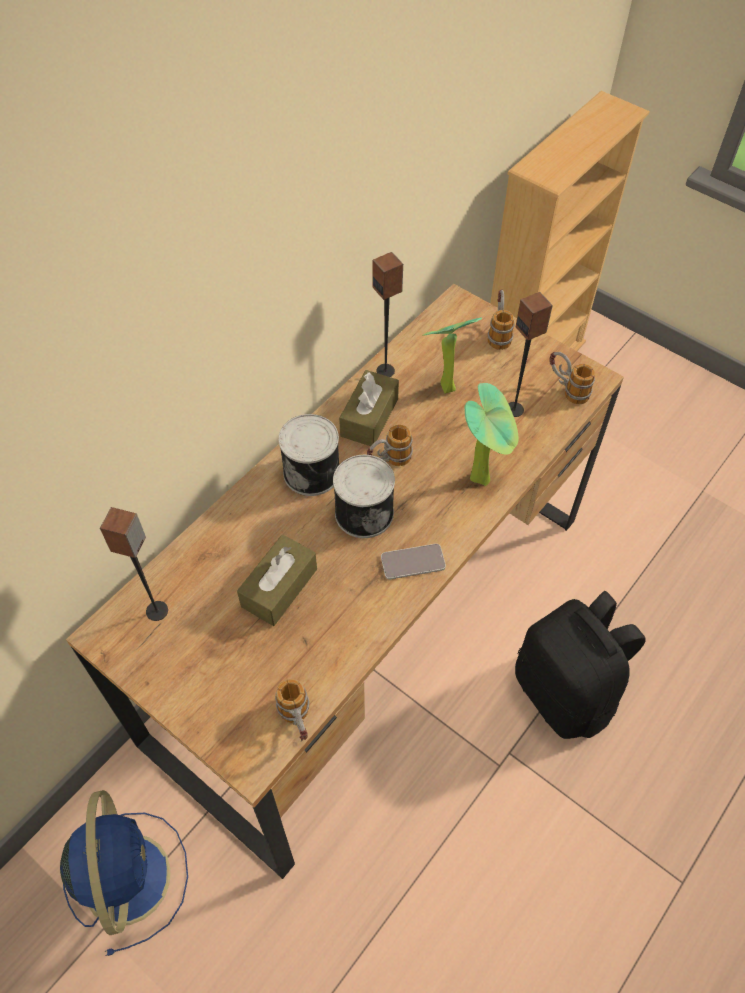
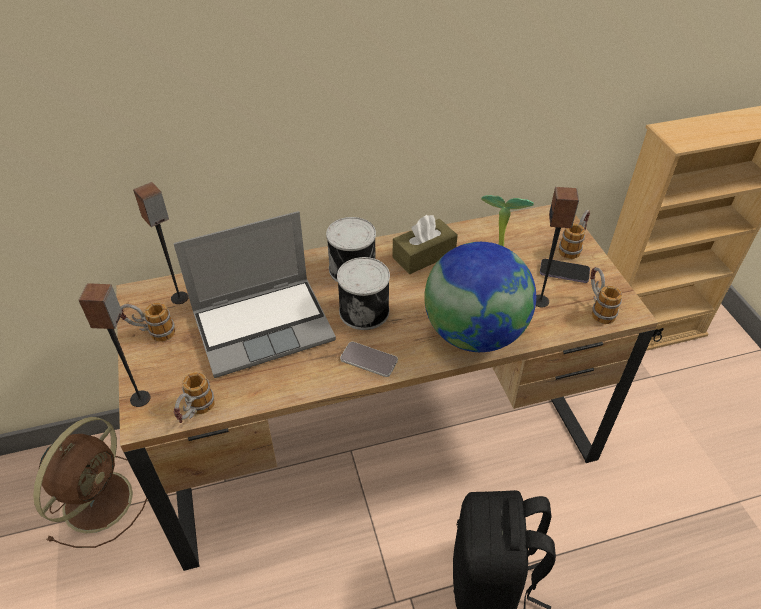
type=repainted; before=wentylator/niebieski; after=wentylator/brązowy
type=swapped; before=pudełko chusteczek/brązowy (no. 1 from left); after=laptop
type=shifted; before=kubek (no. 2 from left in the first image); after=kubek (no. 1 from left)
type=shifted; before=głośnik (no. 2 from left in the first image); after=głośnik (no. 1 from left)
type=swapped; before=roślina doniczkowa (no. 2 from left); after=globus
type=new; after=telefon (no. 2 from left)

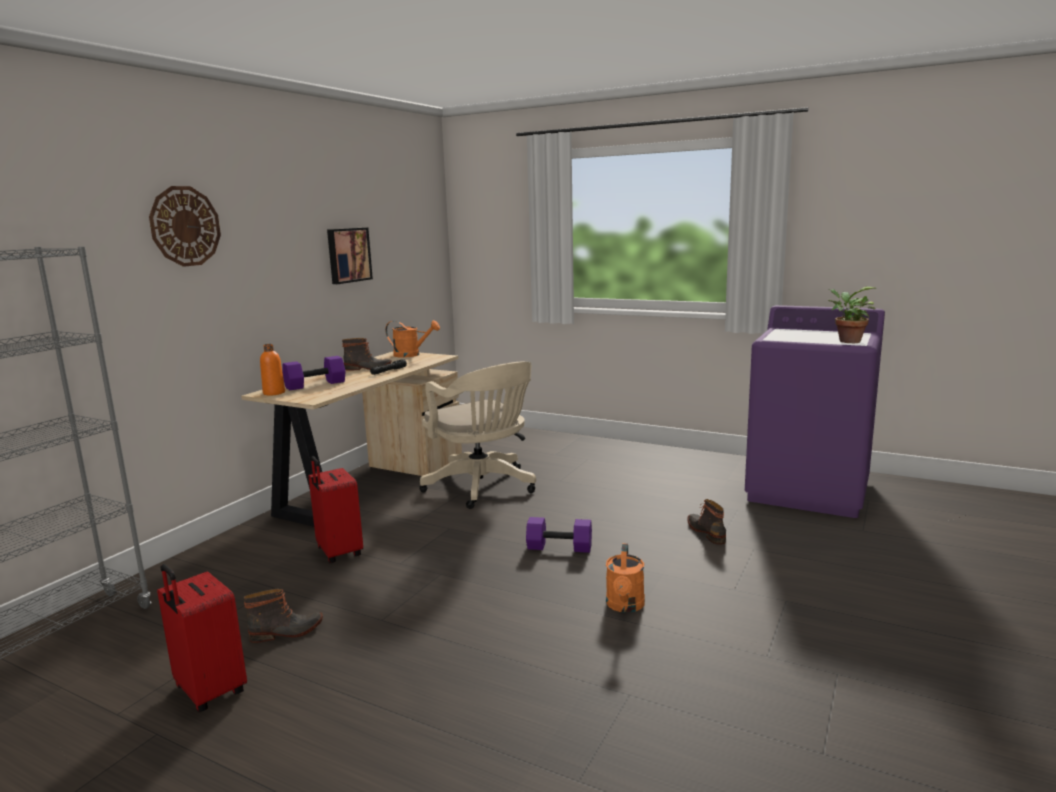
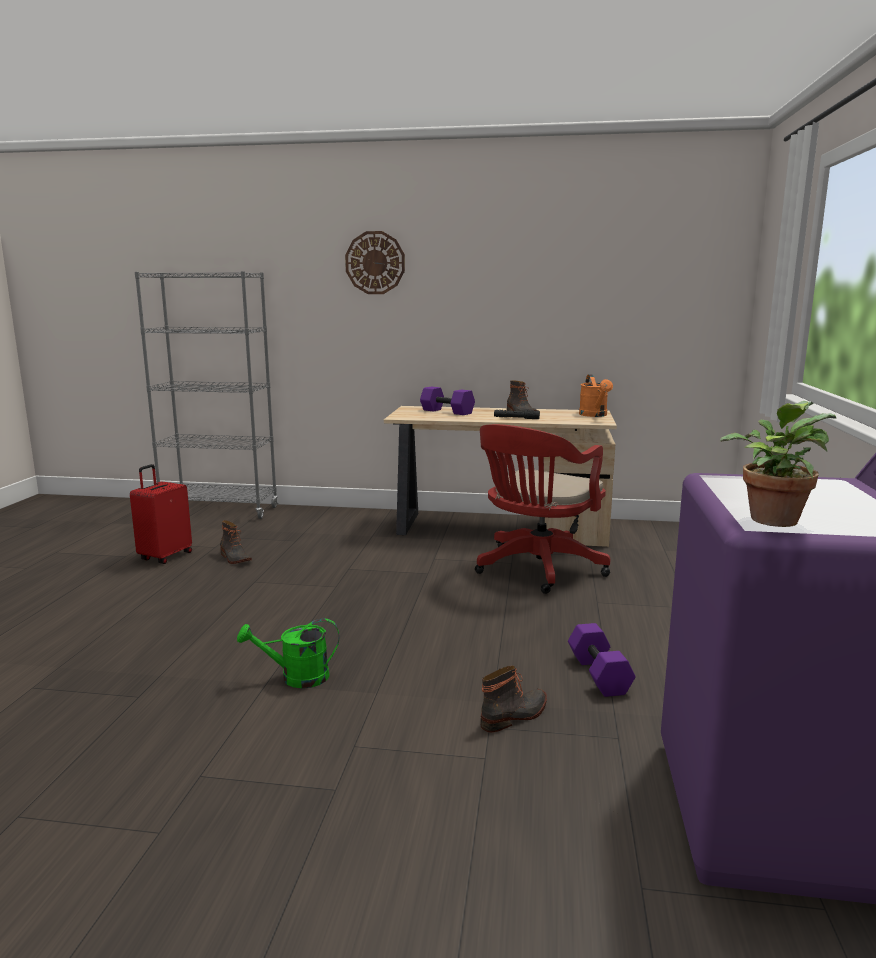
type=gone; before=butelka/pomarańczowy
type=gone; before=walizka/czerwony (no. 2 from left)
type=gone; before=obraz
type=repainted; before=krzesło biurowe/beżowy; after=krzesło biurowe/czerwony
type=shifted; before=hantel/fioletowy (no. 2 from left)
type=repainted; before=konewka/pomarańczowy (no. 2 from left); after=konewka/zielony

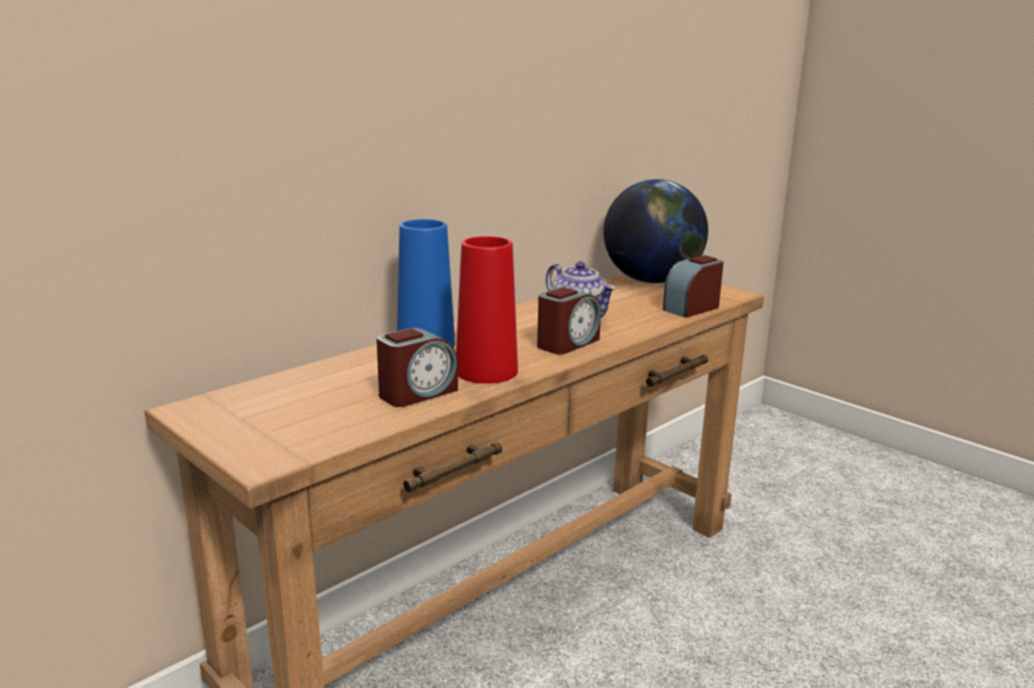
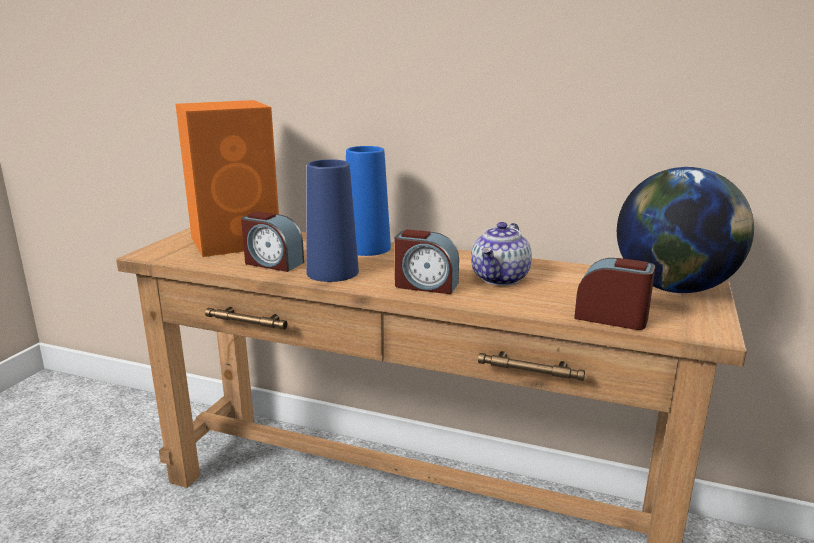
type=repainted; before=wazon/czerwony; after=wazon/niebieski (no. 1 from left)
type=new; after=głośnik/pomarańczowy

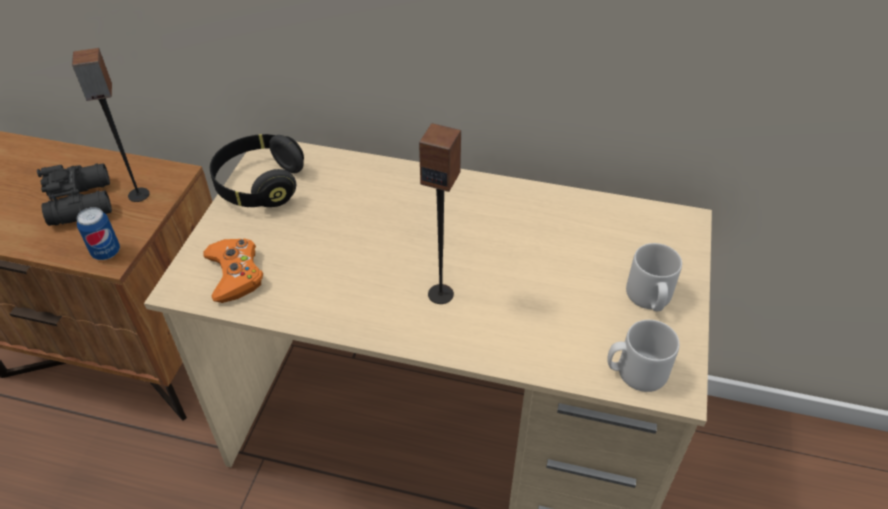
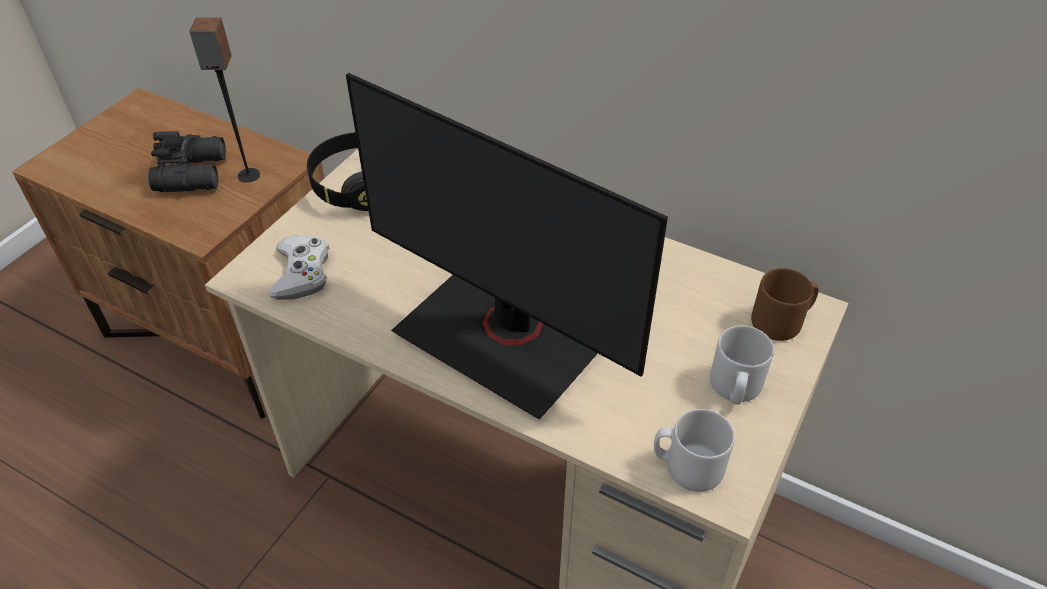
type=gone; before=puszka
type=repainted; before=pad do gier/pomarańczowy; after=pad do gier/biały
type=swapped; before=głośnik (no. 2 from left); after=monitor
type=new; after=kubek/brązowy

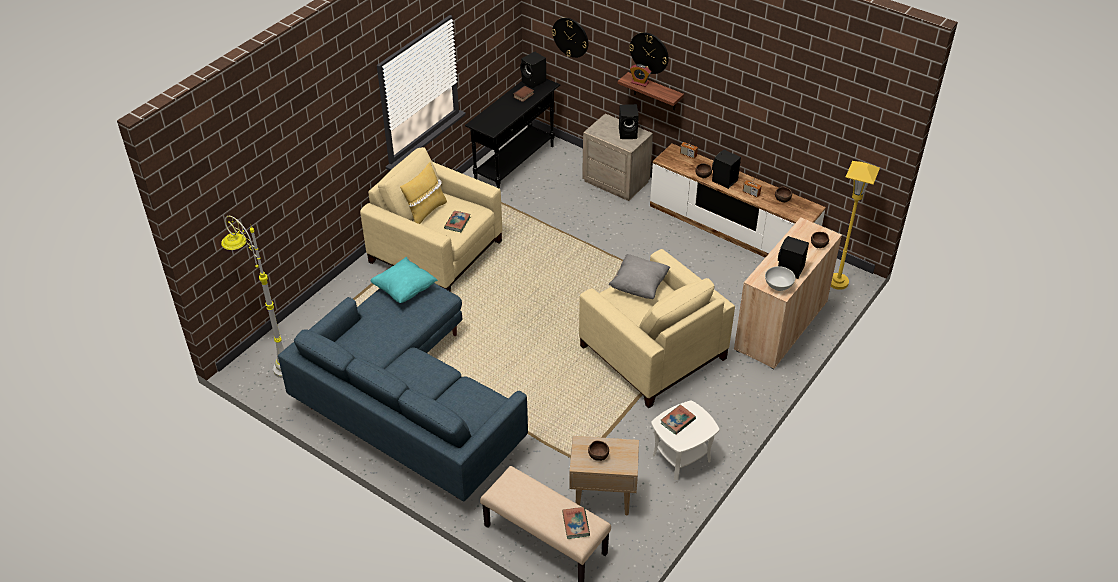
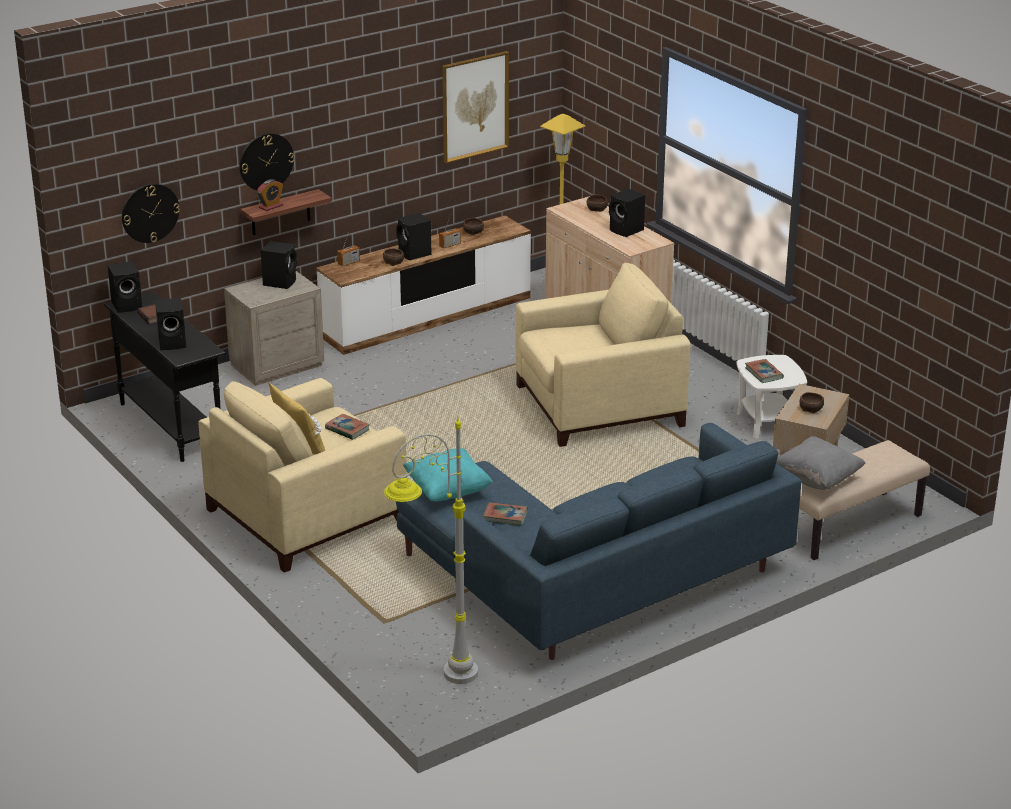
type=shifted; before=książka (no. 3 from left)
type=shifted; before=poduszka/szary
type=gone; before=miska/biały
type=new; after=głośnik/czarny (no. 2 from left)
type=new; after=obraz

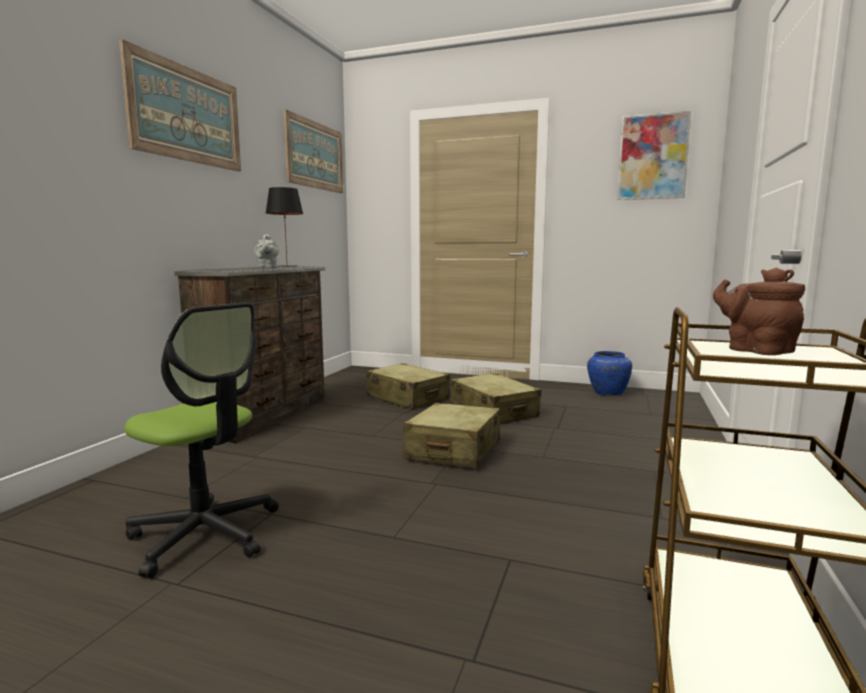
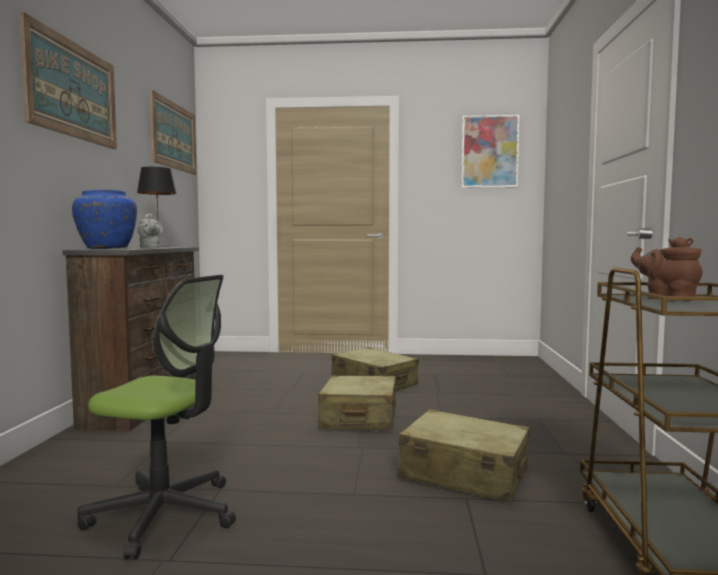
type=shifted; before=walizka/beżowy (no. 1 from left in the first image); after=walizka/beżowy (no. 3 from left)
type=shifted; before=wazon/niebieski

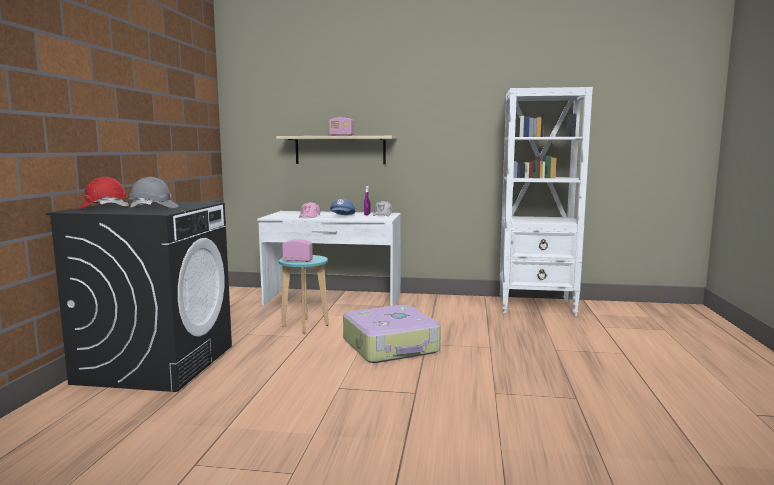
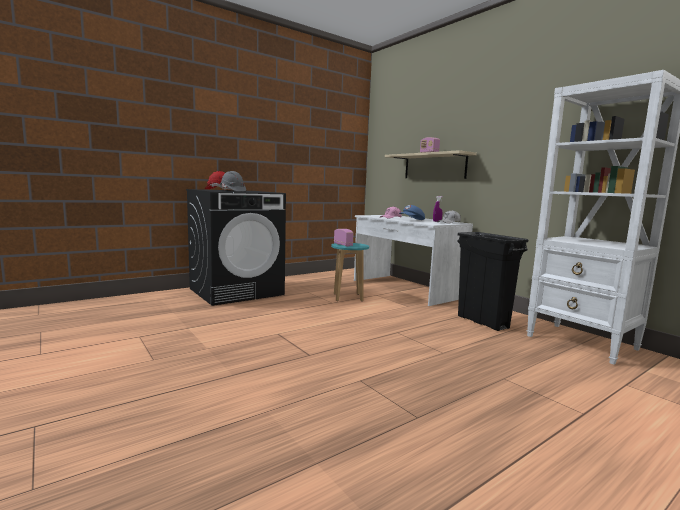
type=gone; before=walizka
type=new; after=kosz na śmieci/czarny

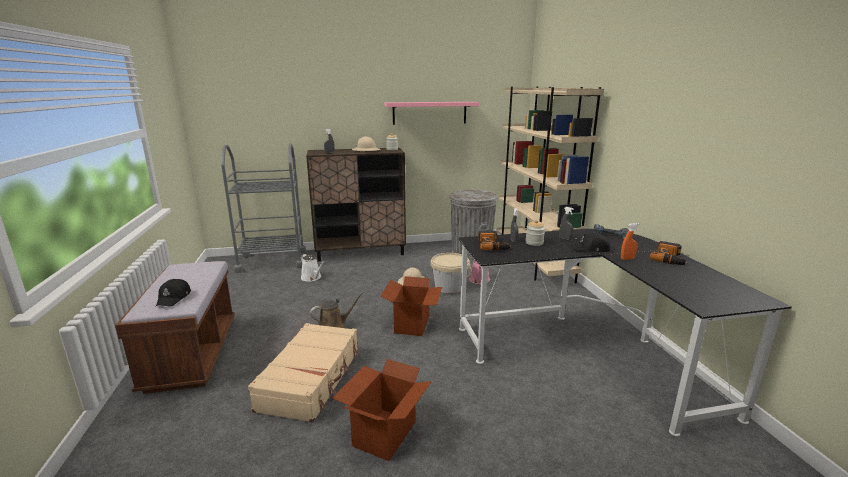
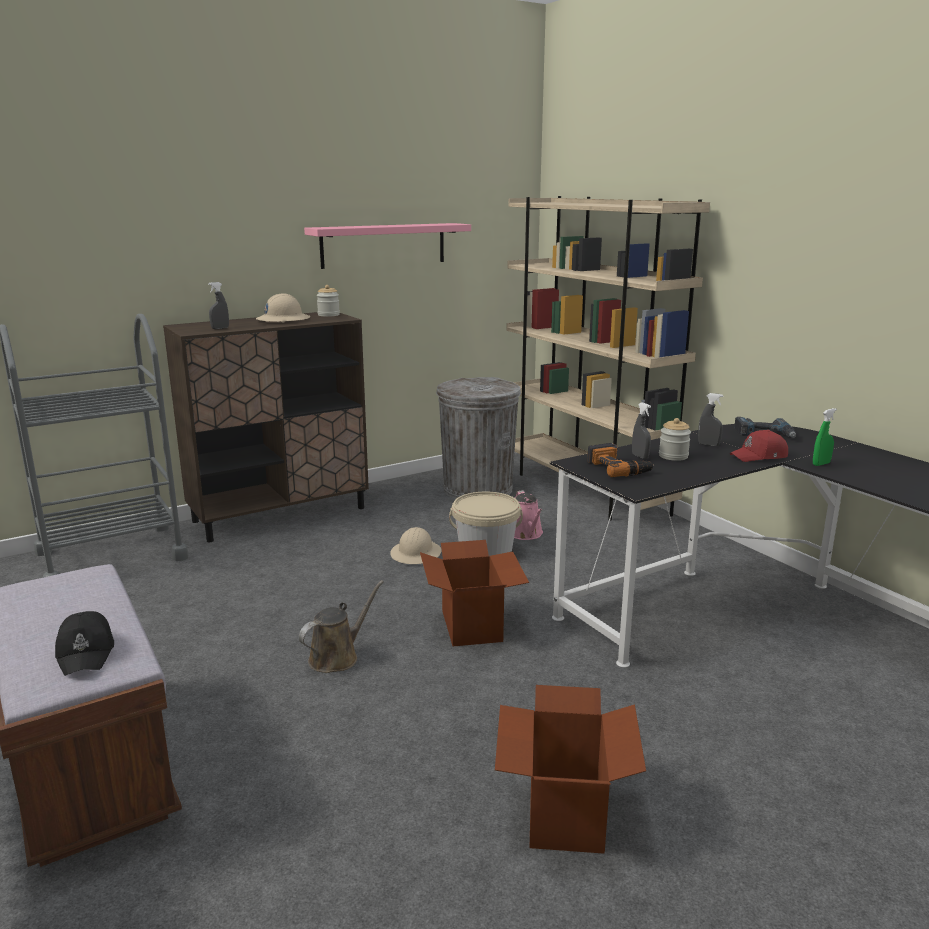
type=gone; before=walizka/beżowy
type=gone; before=konewka/biały
type=repainted; before=czapka z daszkiem/czarny (no. 2 from left); after=czapka z daszkiem/czerwony
type=repainted; before=spryskiwacz/pomarańczowy; after=spryskiwacz/zielony
type=gone; before=wiertarka (no. 3 from left)

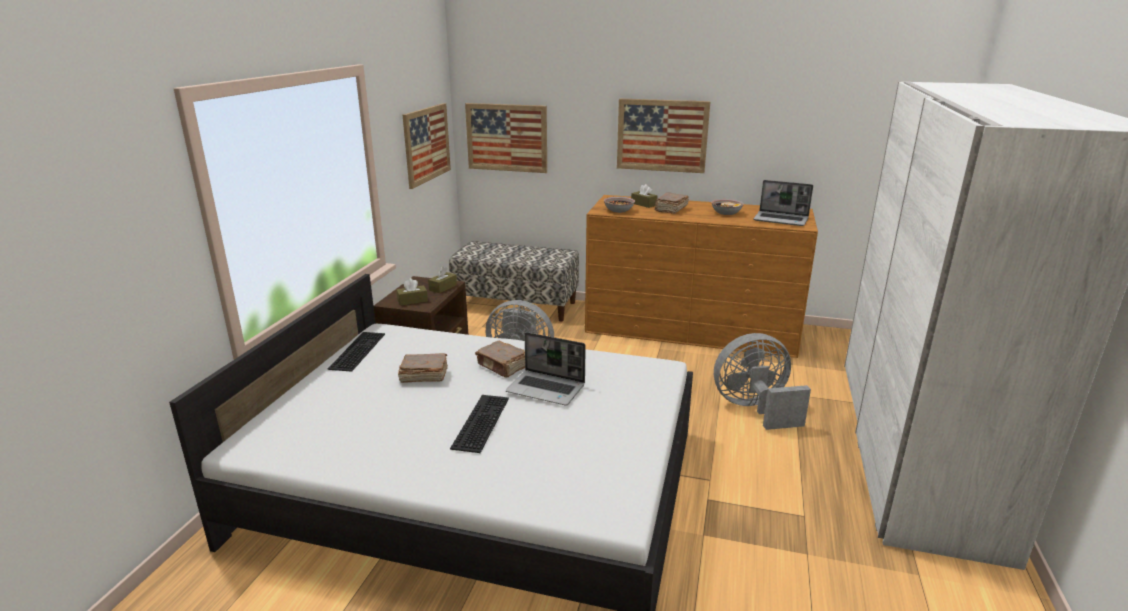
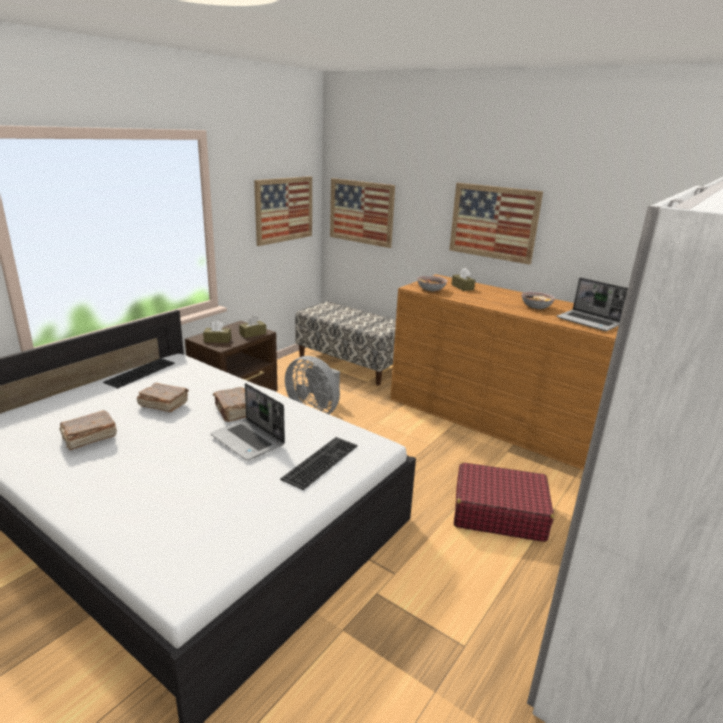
type=shifted; before=klawiatura (no. 2 from left)
type=shifted; before=książka/brązowy (no. 3 from left in the first image); after=książka/brązowy (no. 1 from left)
type=swapped; before=wentylator/szary (no. 2 from left); after=walizka/czerwony

